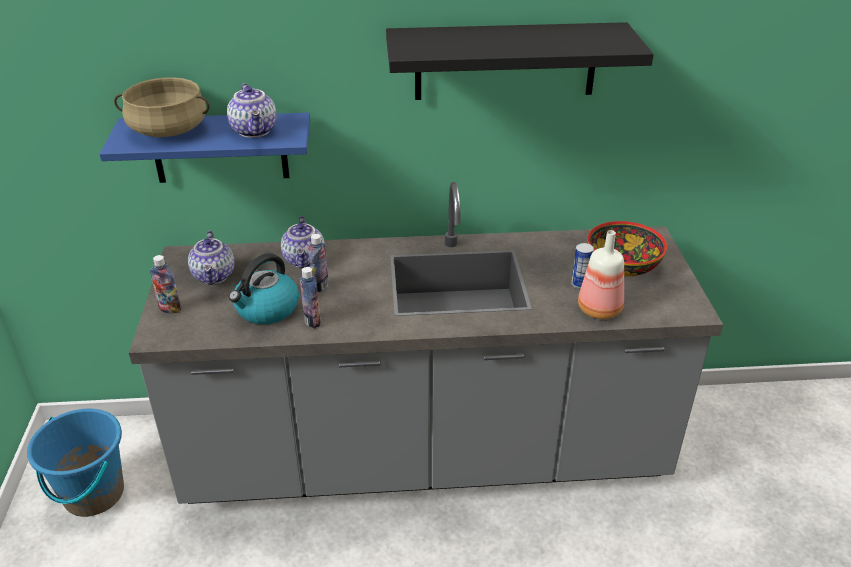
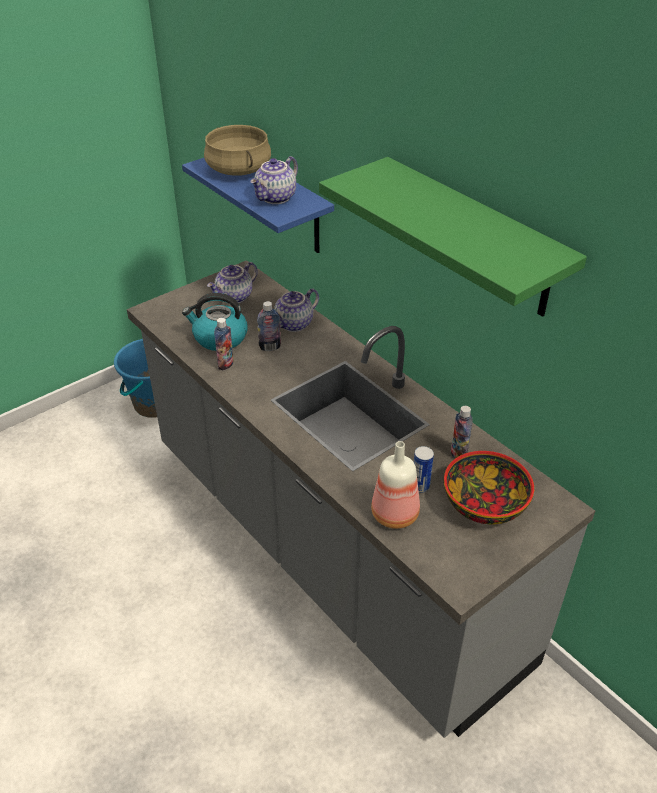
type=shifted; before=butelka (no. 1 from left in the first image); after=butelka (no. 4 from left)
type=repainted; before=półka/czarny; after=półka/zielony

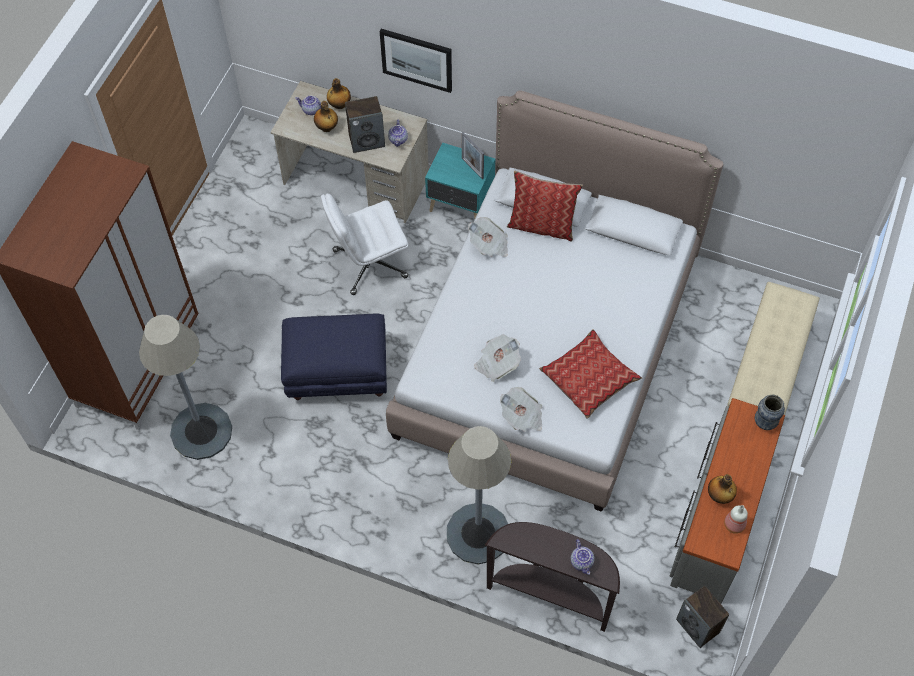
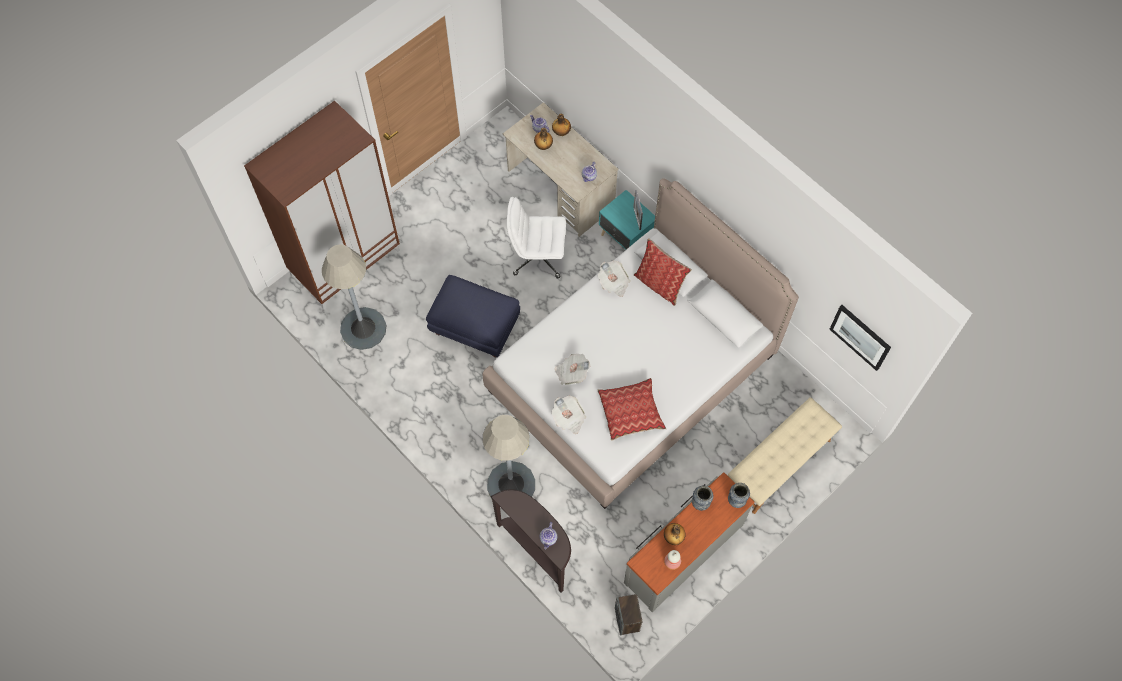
type=gone; before=głośnik (no. 1 from left)
type=shifted; before=obraz
type=new; after=wazon (no. 1 from left)

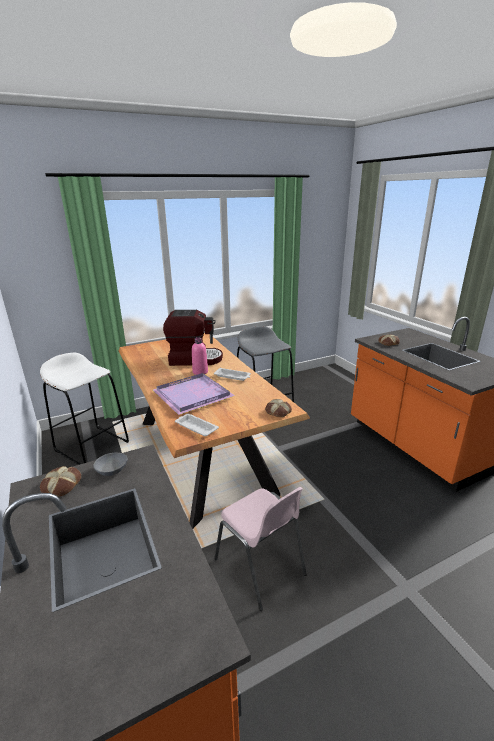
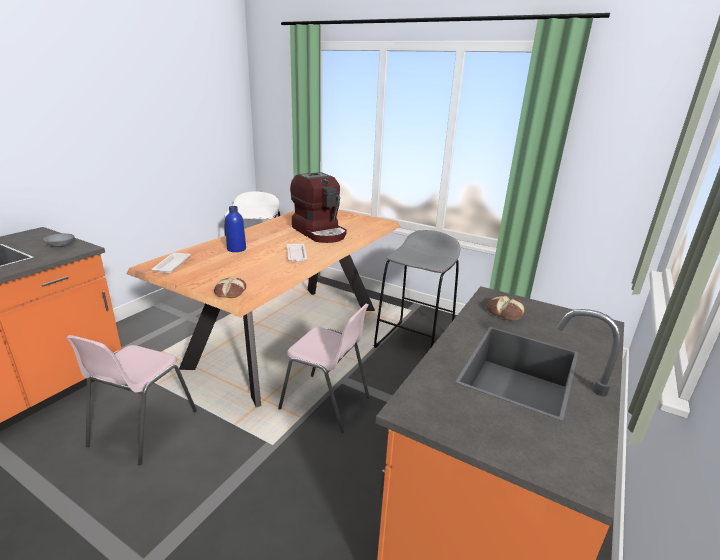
type=gone; before=chleb (no. 1 from left)
type=swapped; before=taca/fioletowy; after=butelka/niebieski
type=gone; before=butelka/różowy
type=new; after=krzesło/różowy (no. 2 from left)

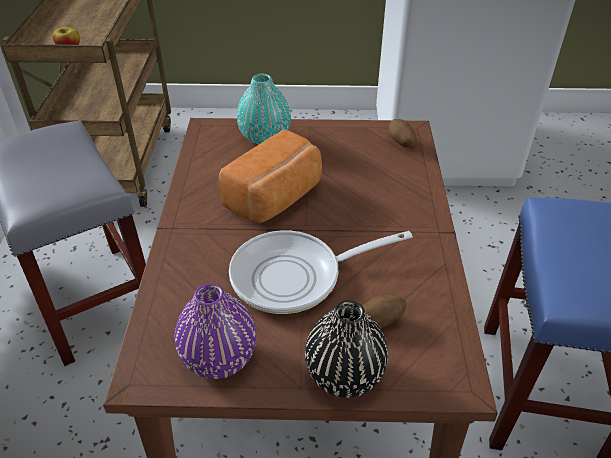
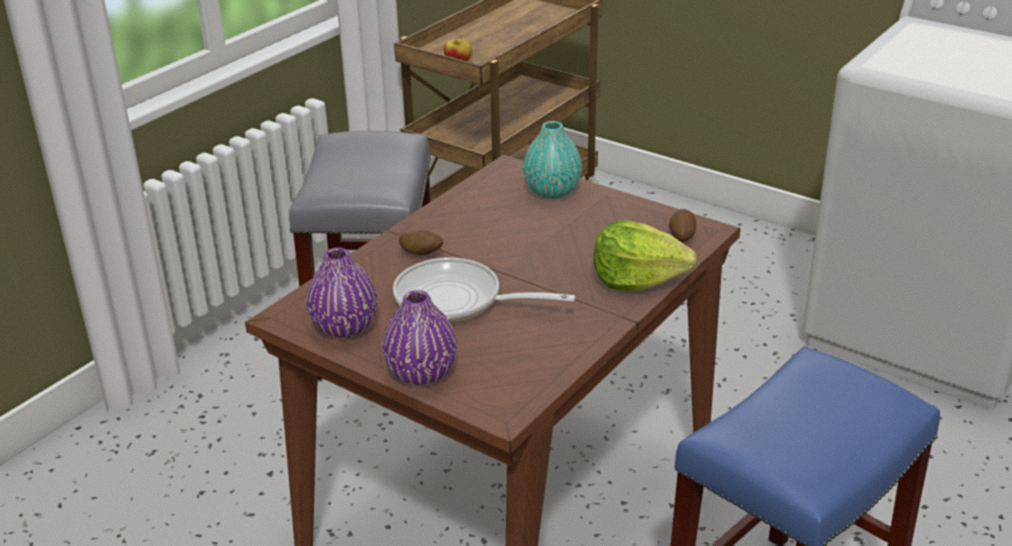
type=gone; before=chleb
type=repainted; before=wazon/czarny; after=wazon/fioletowy (no. 2 from left)
type=shifted; before=ziemniak (no. 1 from left)
type=new; after=sałata

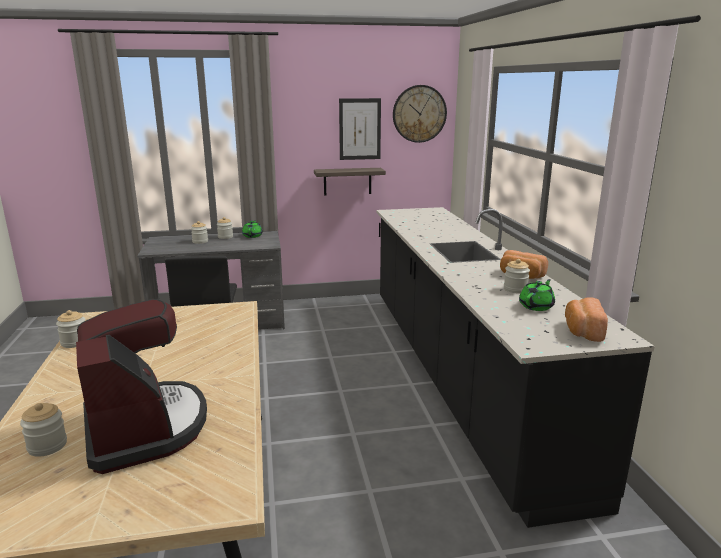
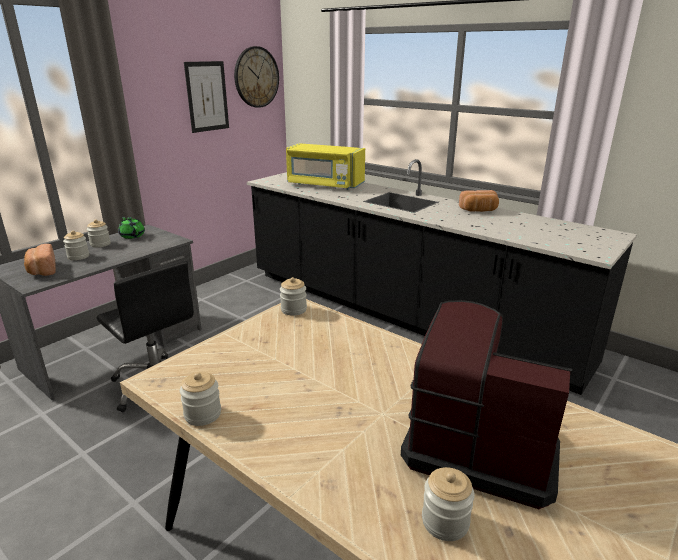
type=gone; before=półka
type=shifted; before=słoik (no. 5 from left in the first image); after=słoik (no. 4 from left)
type=gone; before=imbryk/zielony (no. 2 from left)
type=shifted; before=chleb (no. 2 from left in the first image); after=chleb (no. 1 from left)
type=new; after=mikrofalówka/żółty

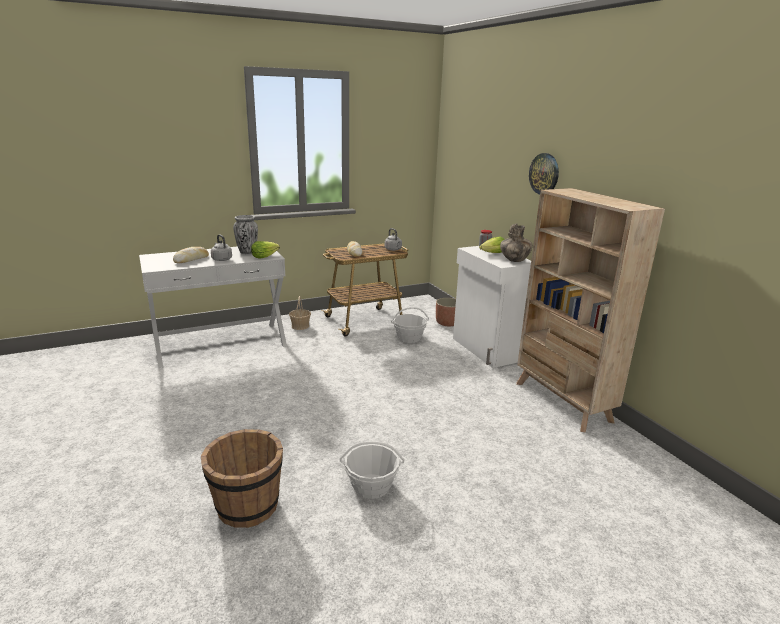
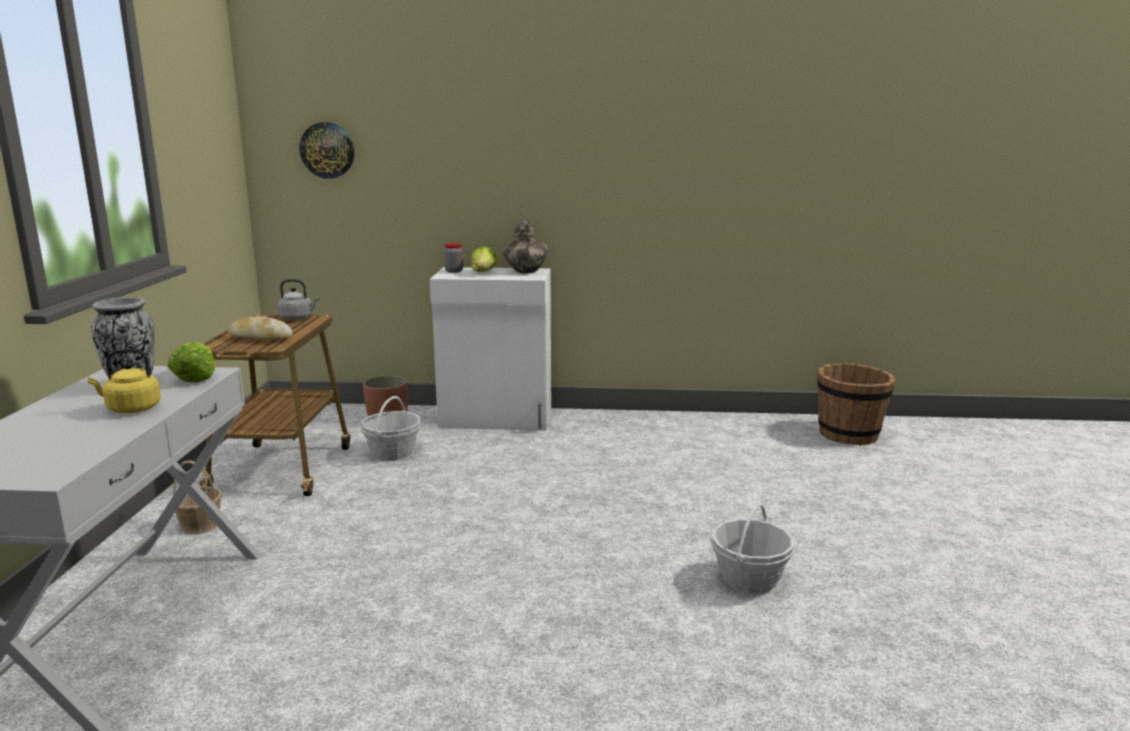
type=gone; before=chleb (no. 1 from left)
type=shifted; before=wiadro/brązowy
type=repainted; before=czajnik/szary (no. 1 from left); after=czajnik/żółty
type=gone; before=regał/beżowy
type=shifted; before=zegar ścienny

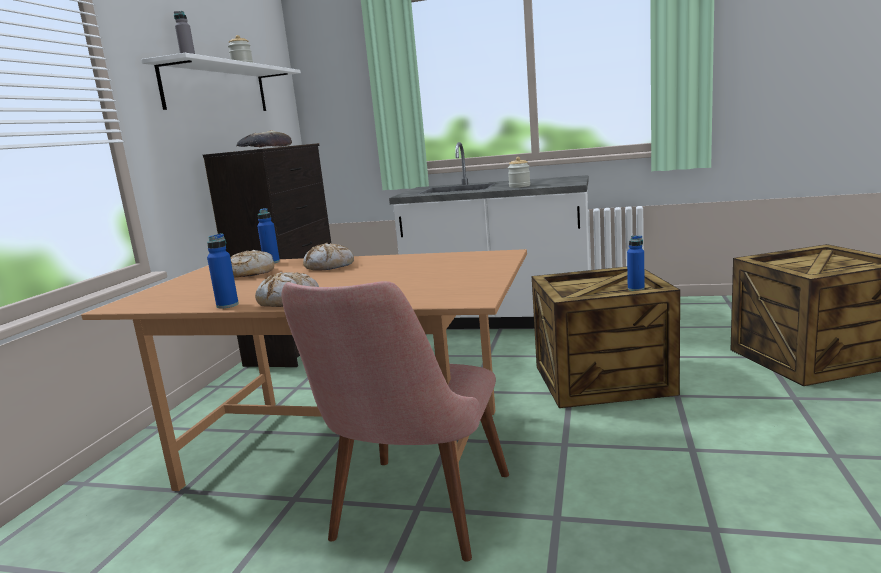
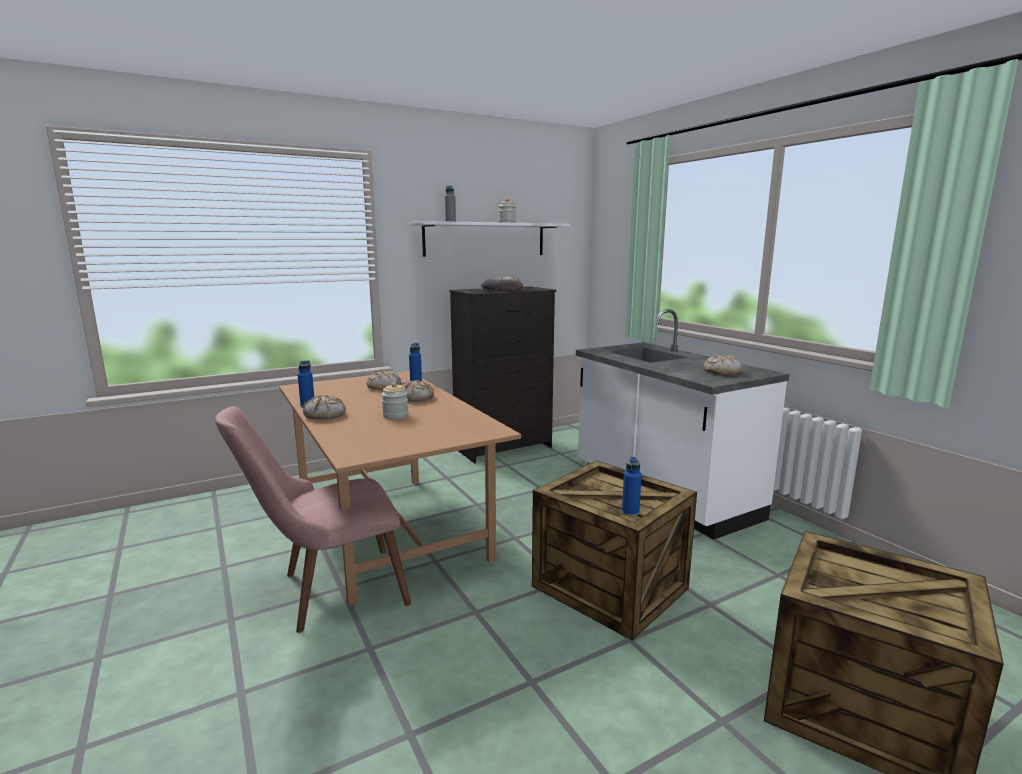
type=shifted; before=słoik (no. 2 from left in the first image); after=słoik (no. 1 from left)
type=new; after=chleb (no. 5 from left)

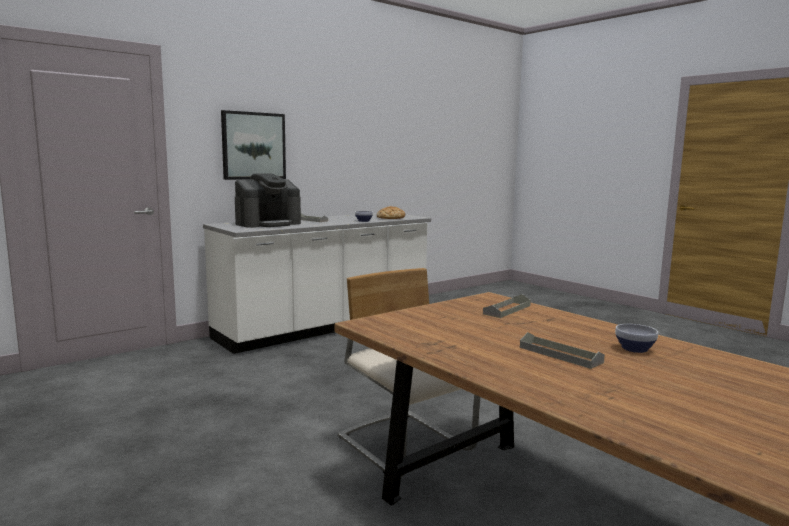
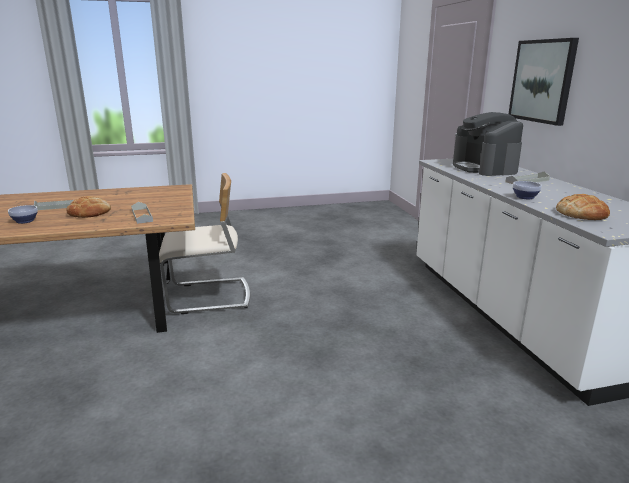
type=new; after=chleb (no. 1 from left)

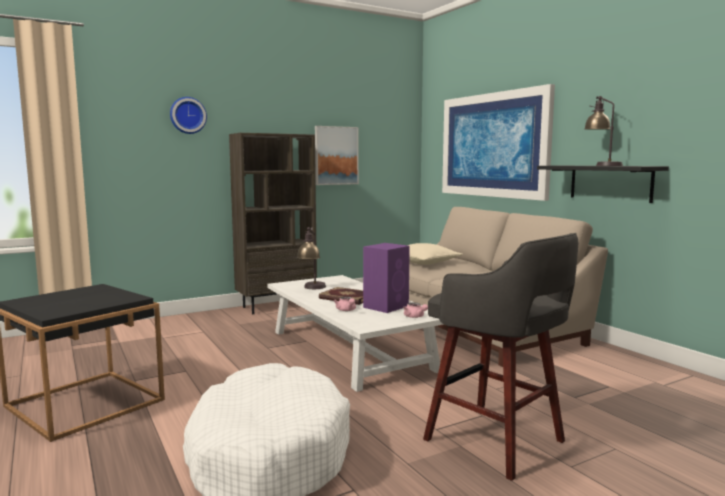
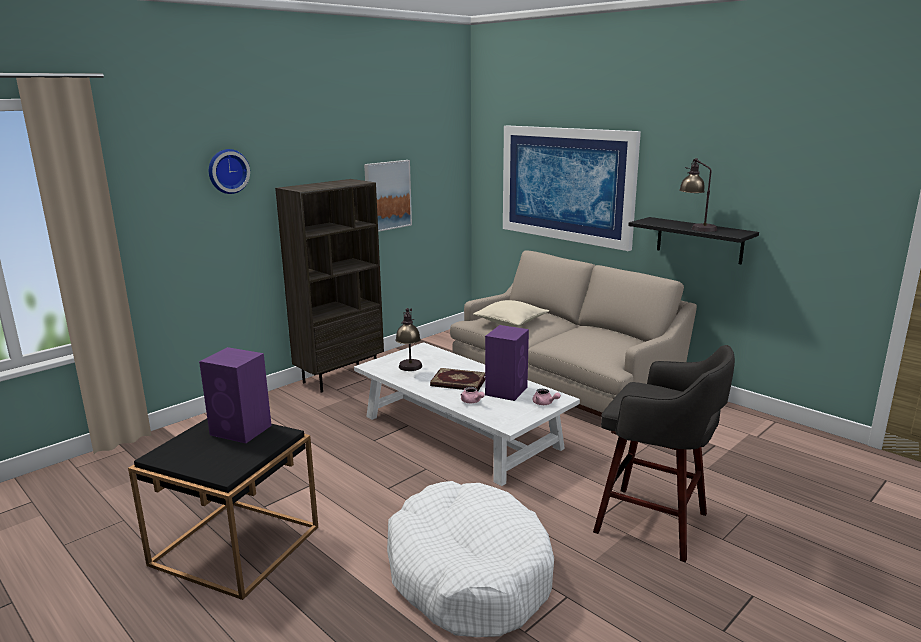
type=new; after=głośnik/fioletowy (no. 1 from left)

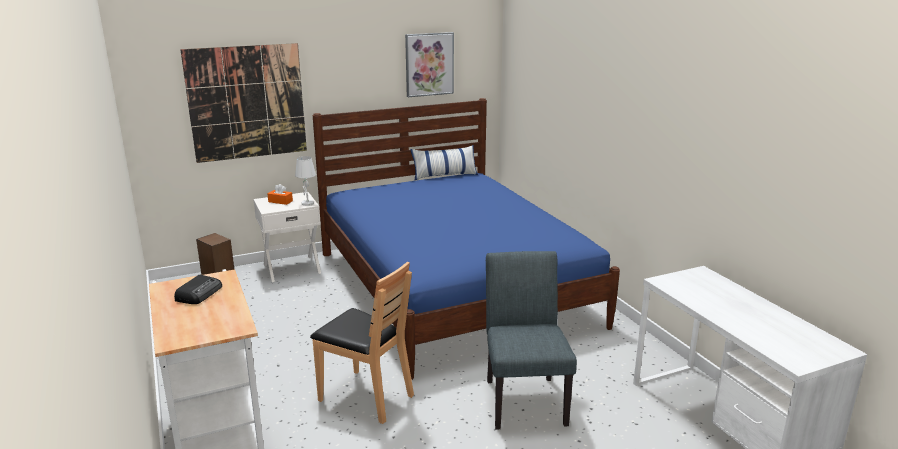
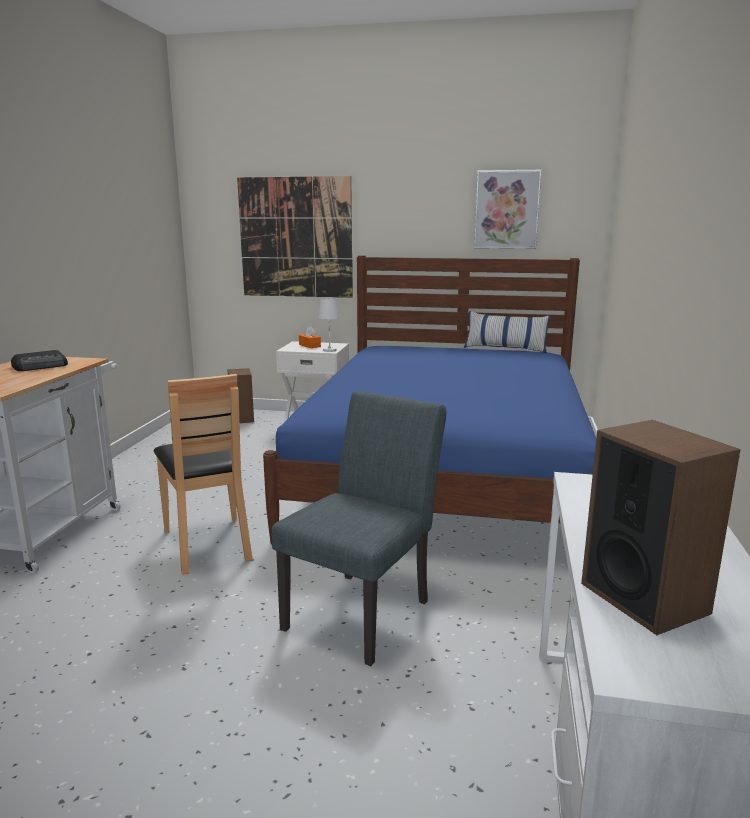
type=new; after=głośnik (no. 2 from left)

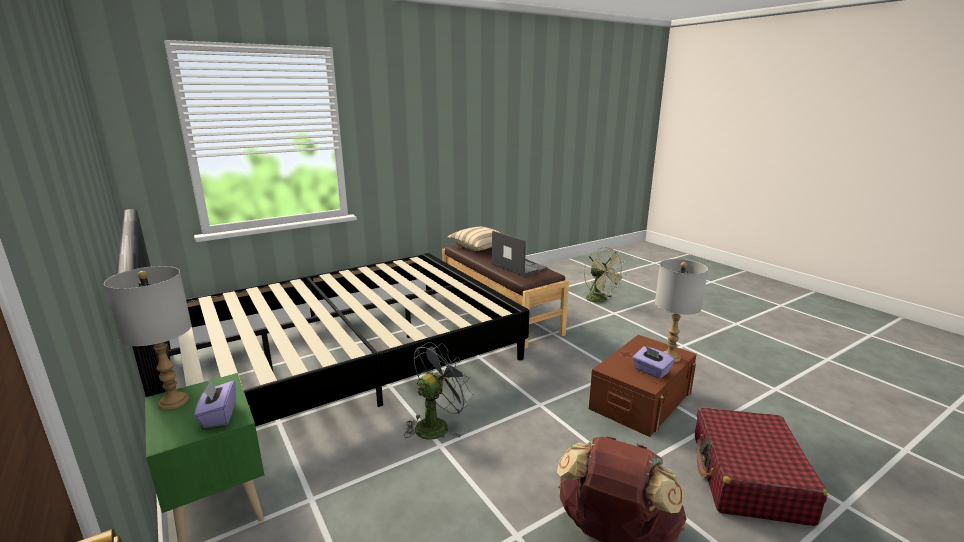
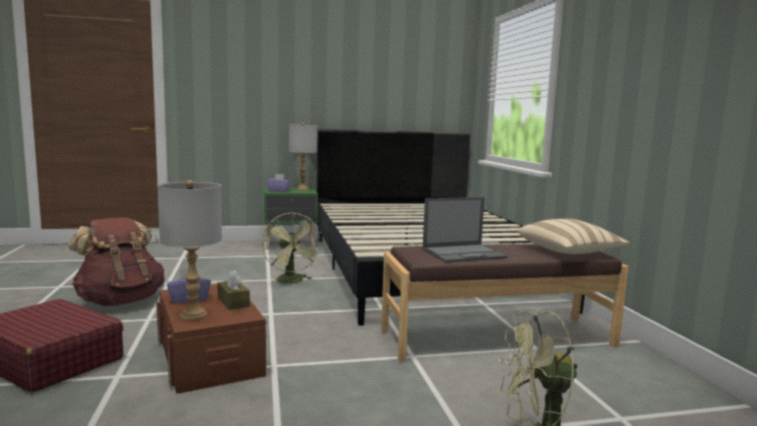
type=repainted; before=wentylator/szary; after=wentylator/zielony (no. 1 from left)
type=new; after=pudełko chusteczek/brązowy

